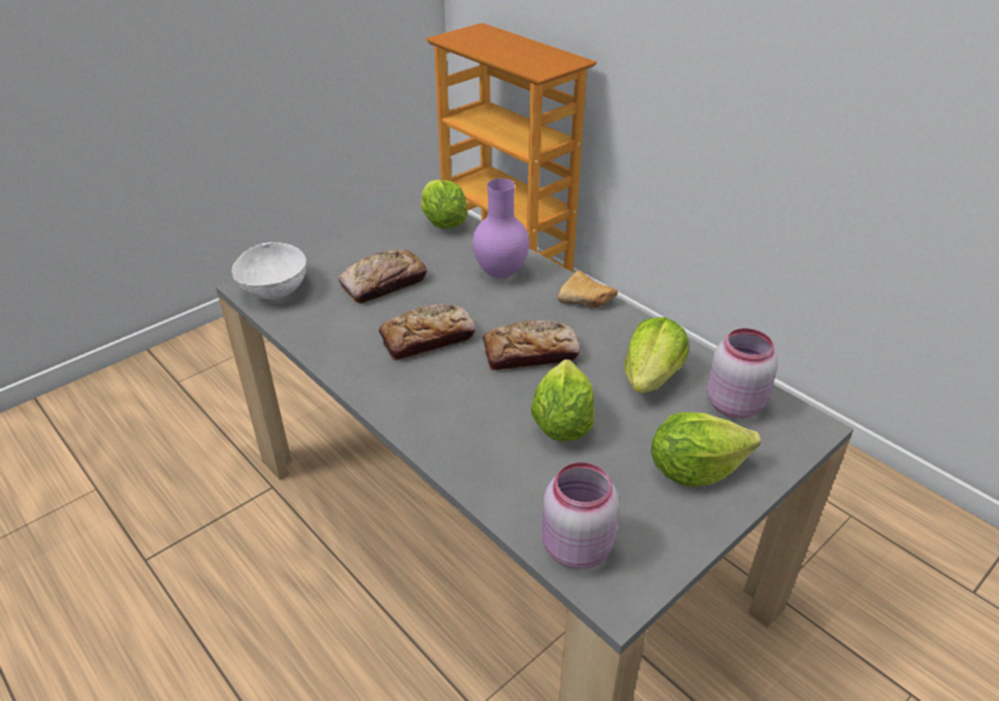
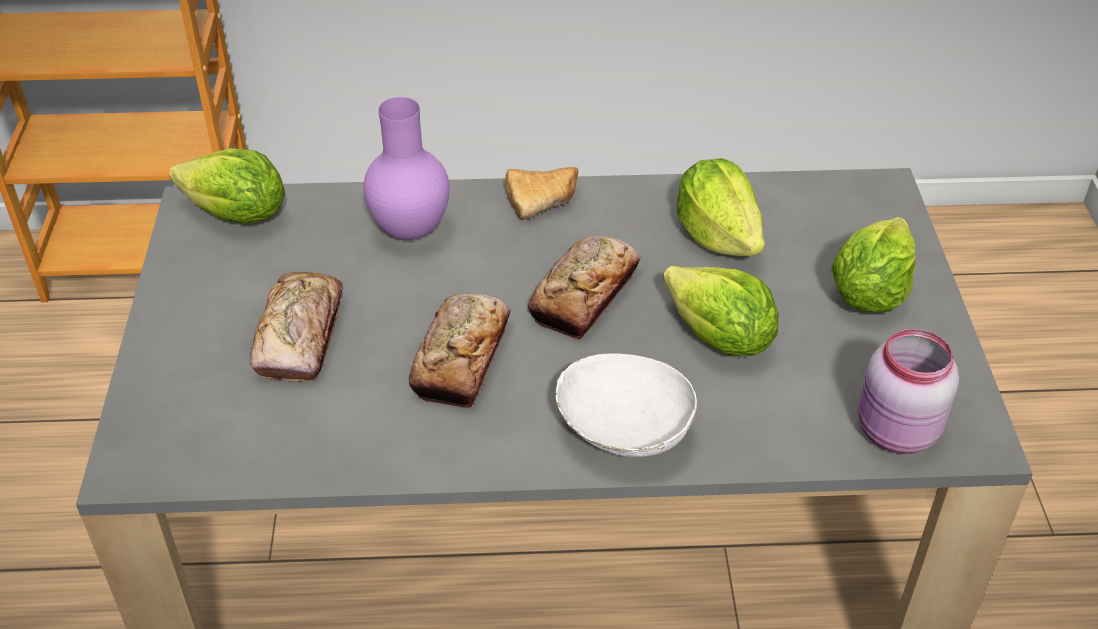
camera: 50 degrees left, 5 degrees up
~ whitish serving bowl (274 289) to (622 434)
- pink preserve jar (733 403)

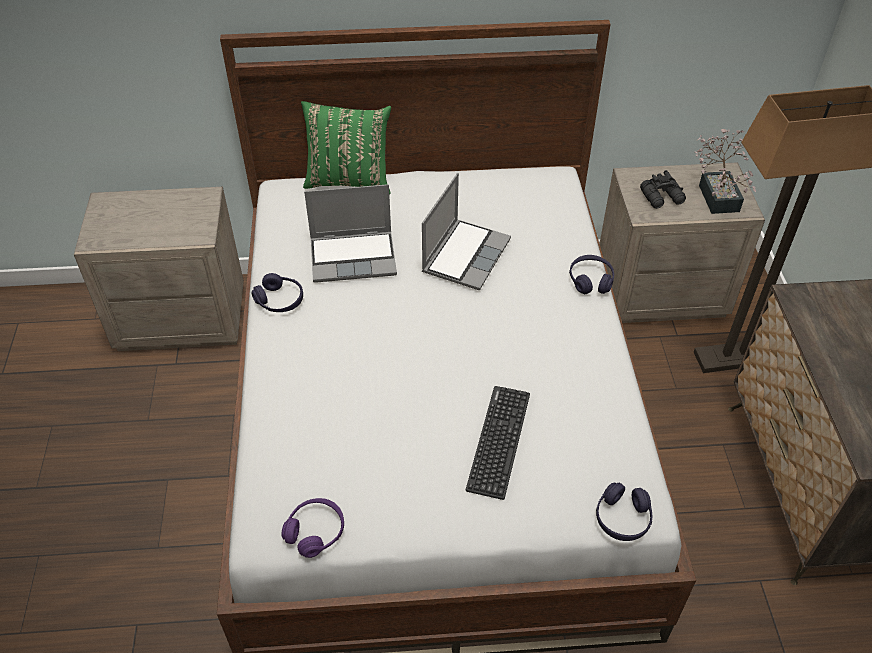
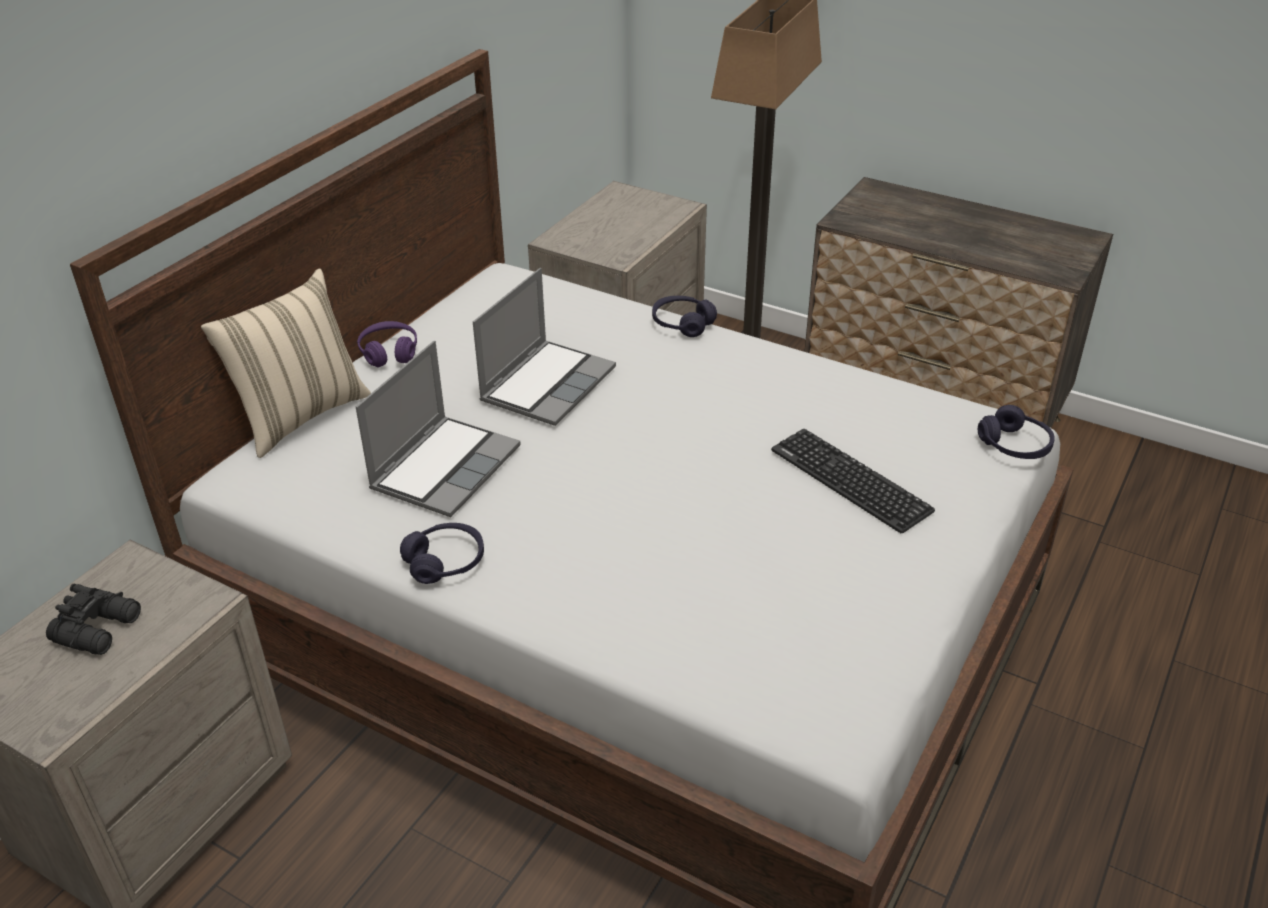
camera: 55 degrees left, 10 degrees down
~ black field glasses (662 197) to (100 628)
~ greenish cushion (349 181) to sand-coloured cushion (300 415)
~ purple-coloured pair of headphones (315 532) to (389 352)
~ notebook computer (465 255) = (547 384) 60 degrees clockwise
- potted plant (717 194)

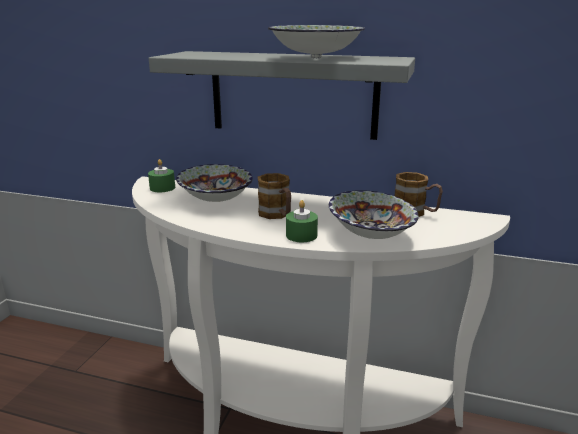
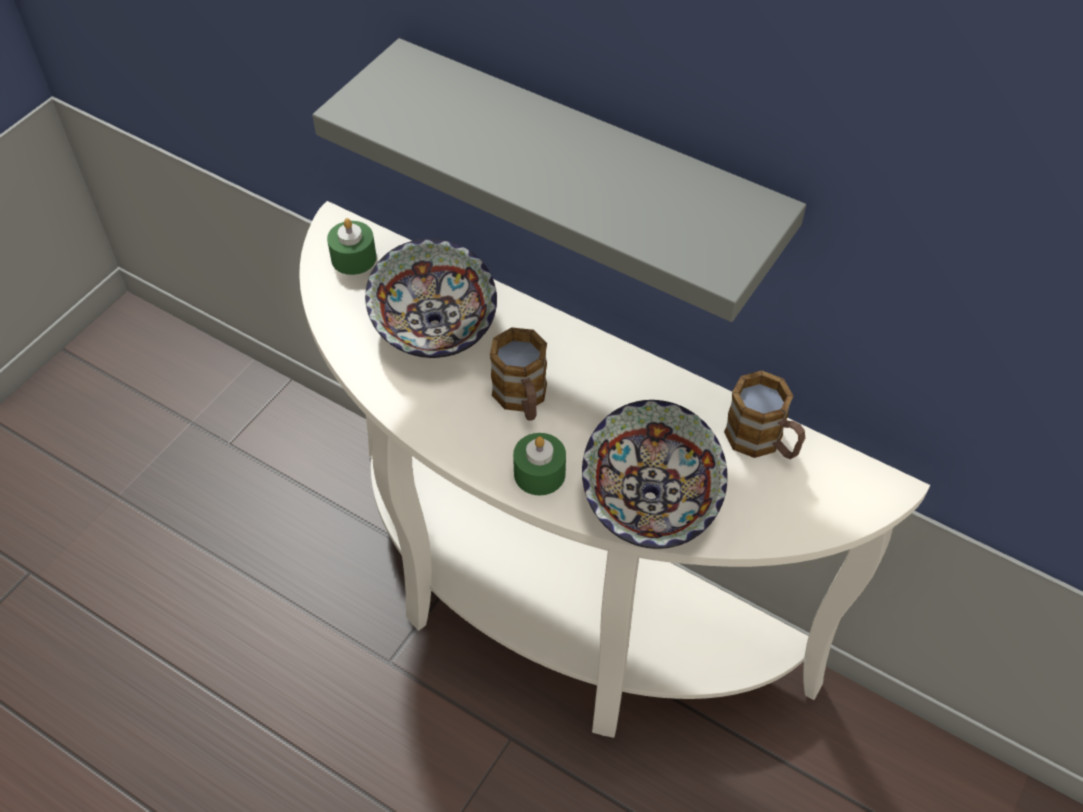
camera: 15 degrees right, 30 degrees up
- serving bowl (315 57)

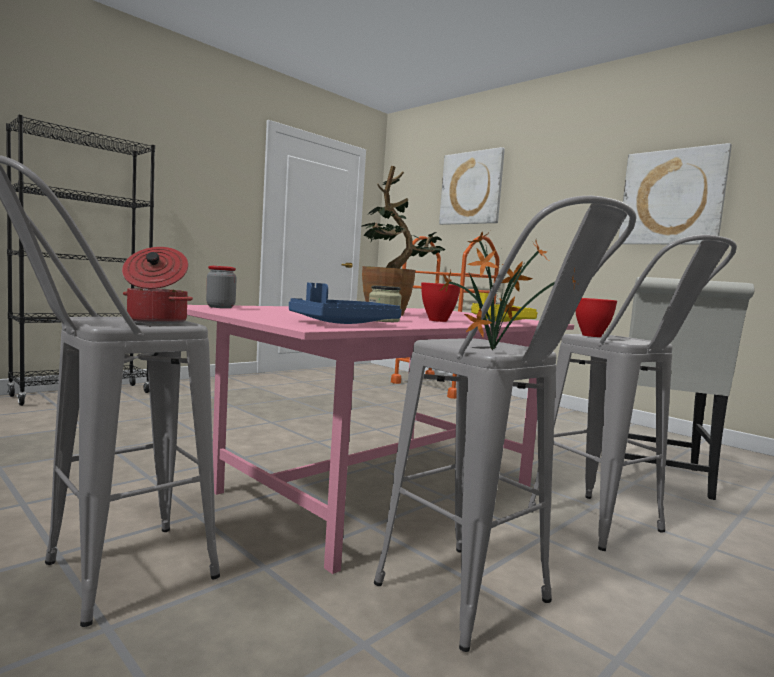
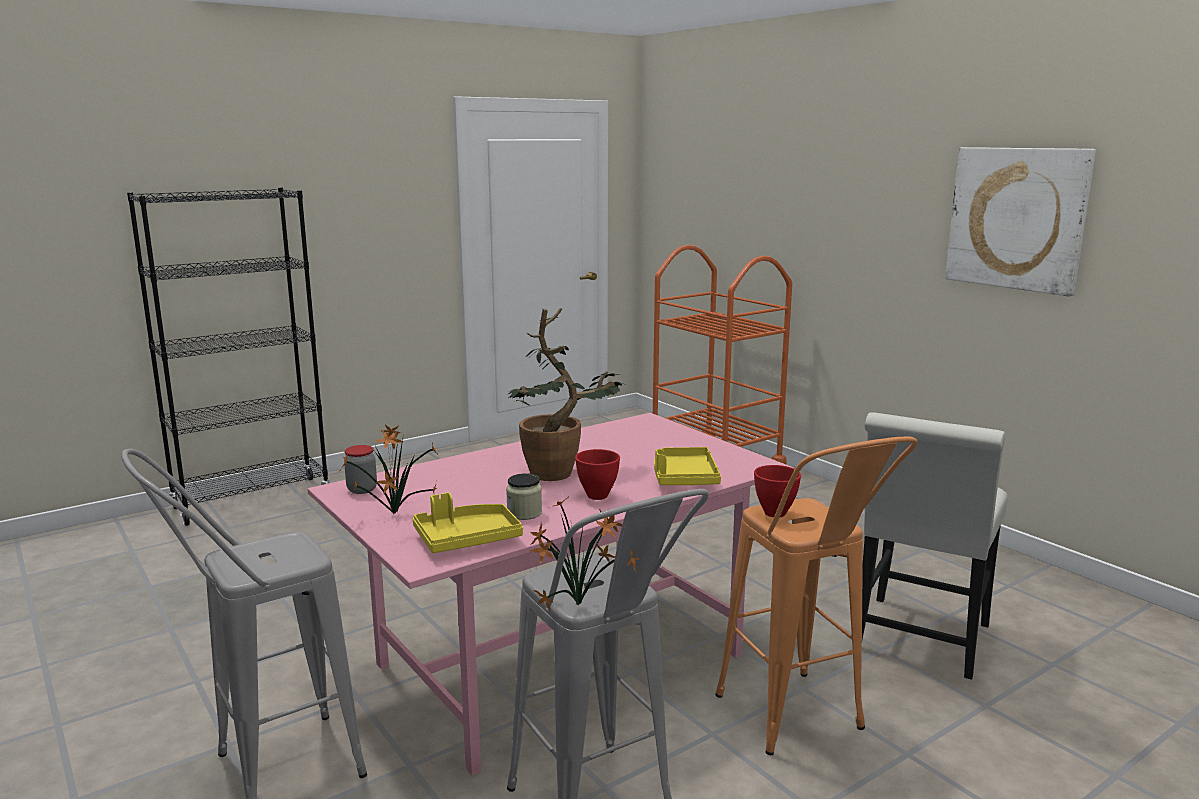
camera: 10 degrees right, 10 degrees up
+ potted plant (391 514)
~ blue serving tray (343 323) to yellow-coloured serving tray (466 539)
~ greyish stool (611 530) to orange-coloured stool (800 725)
- cooking pot (155 321)
- wall art (471 188)

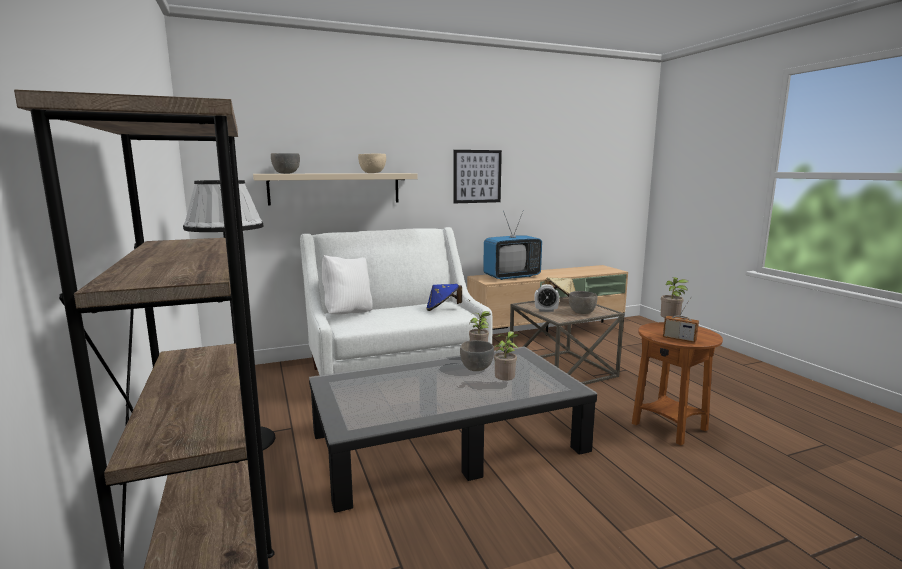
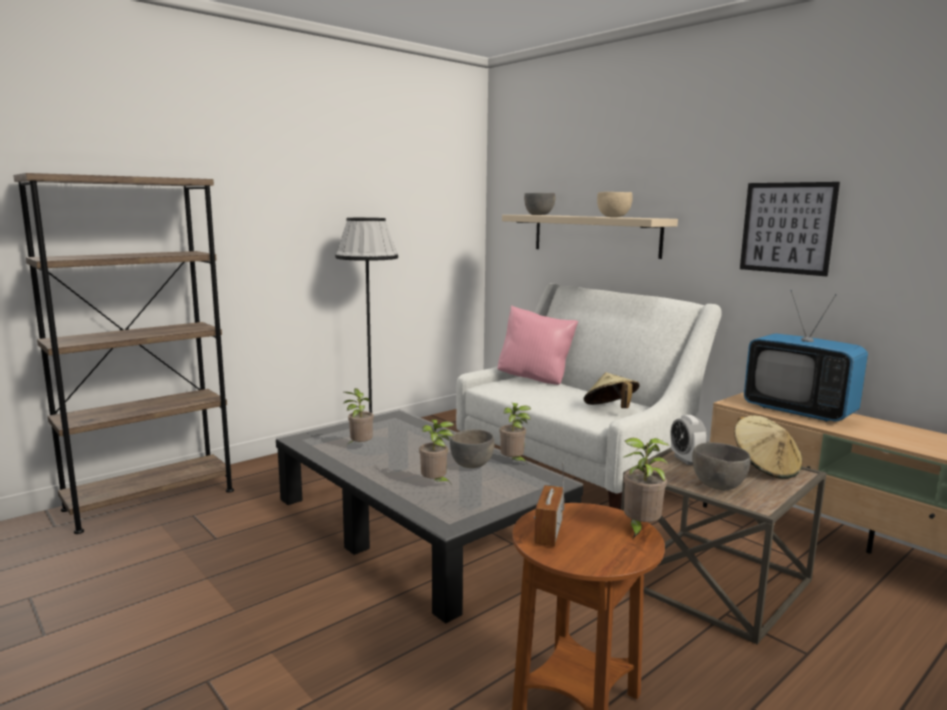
camera: 70 degrees right, 0 degrees up
+ potted plant (360 446)
~ whitish cushion (348 314) to pink cushion (535 380)
~ blue clothing hat (442 309) to sand-coloured clothing hat (610 410)

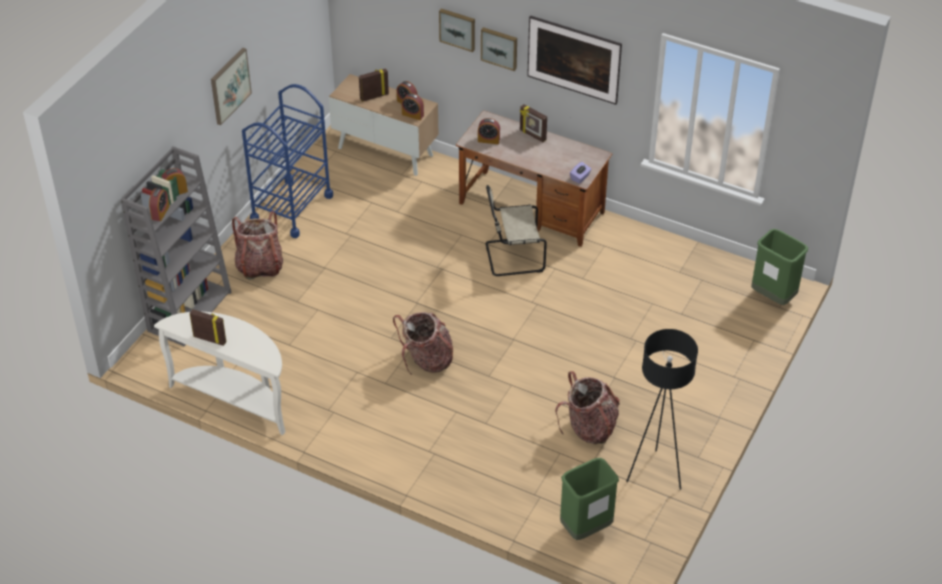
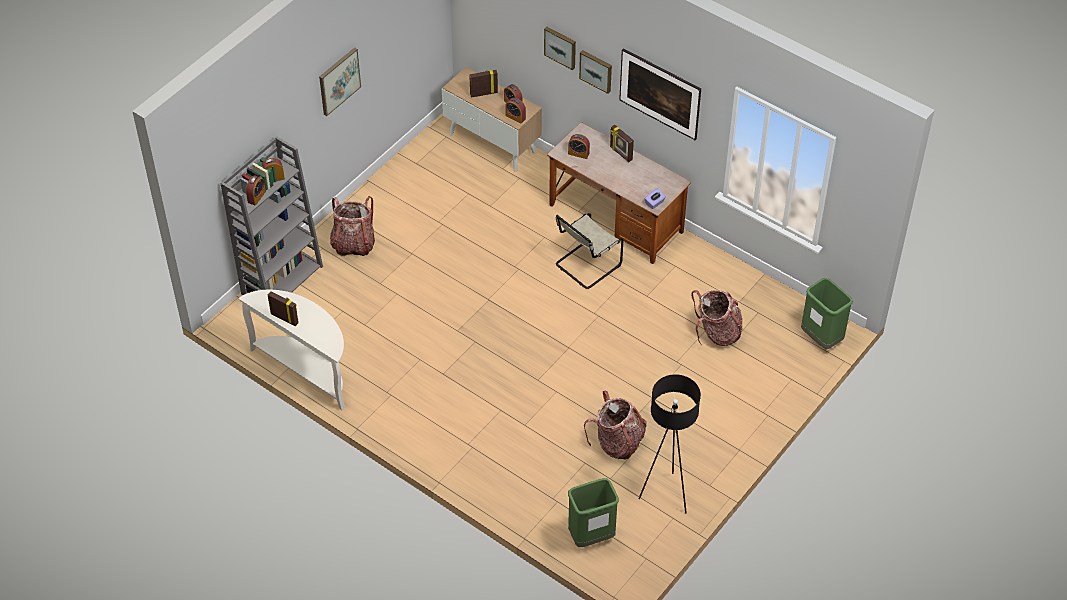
camera: 10 degrees right, 5 degrees up
~ sand-coloured plain chair (512 257) = (586 266) 45 degrees counterclockwise
~ rucksack (427 360) to (717 333)
- blue wheeled cart (291 208)

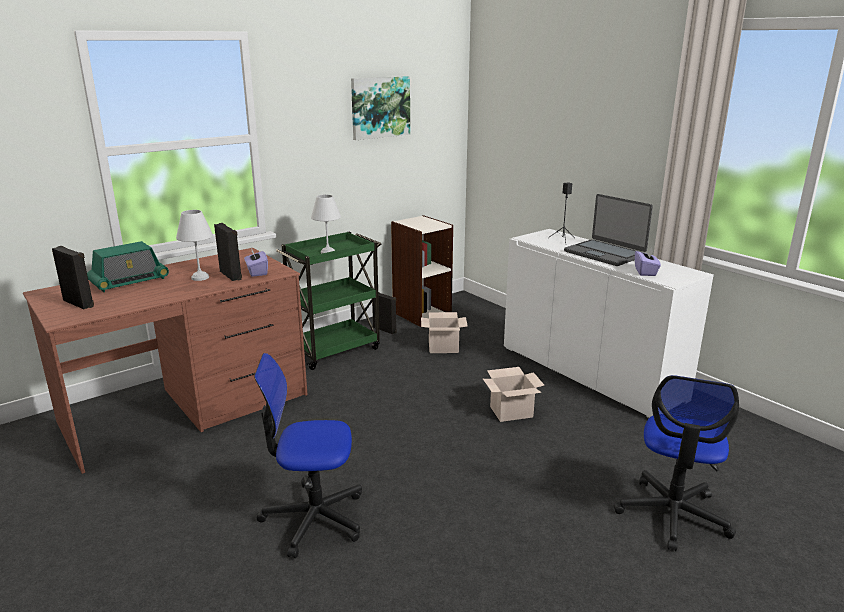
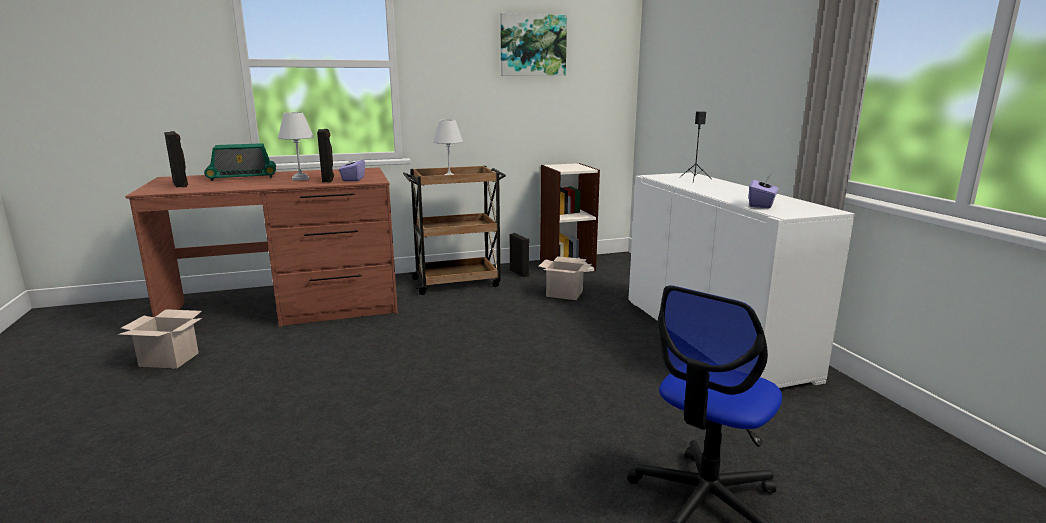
camera: 20 degrees right, 5 degrees down
~ packing box (512 411) to (171 359)
~ greenish wheeled cart (335 349) to brown-coloured wheeled cart (457 282)
- desk chair (313 518)
- notebook computer (605 253)

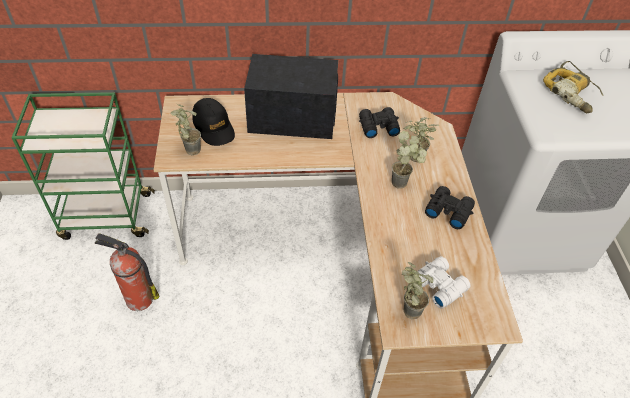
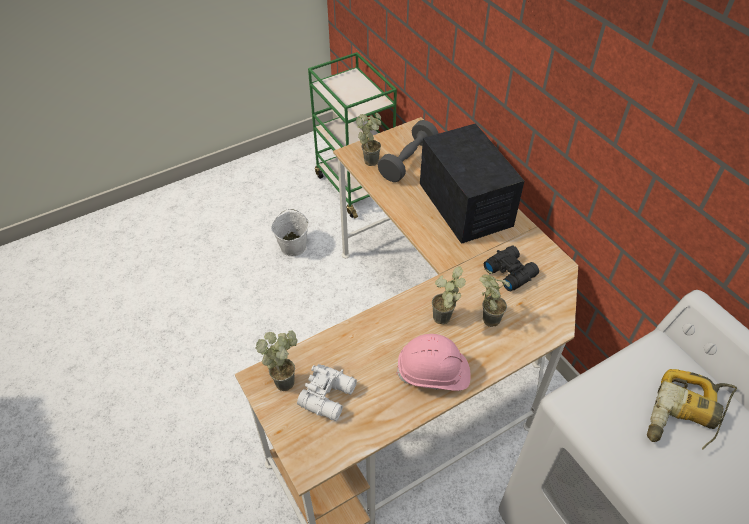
camera: 65 degrees right, 0 degrees up
~ extinguisher (138 299) to whitish water bucket (293 246)
~ black peaked cap (214 127) to greyish dumbbell (408 161)
~ black field glasses (448 210) to pink safety helmet (433 373)

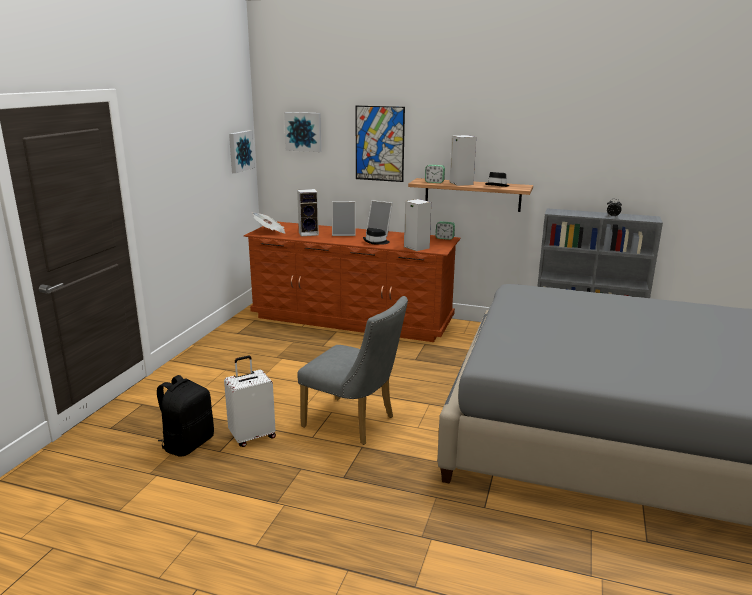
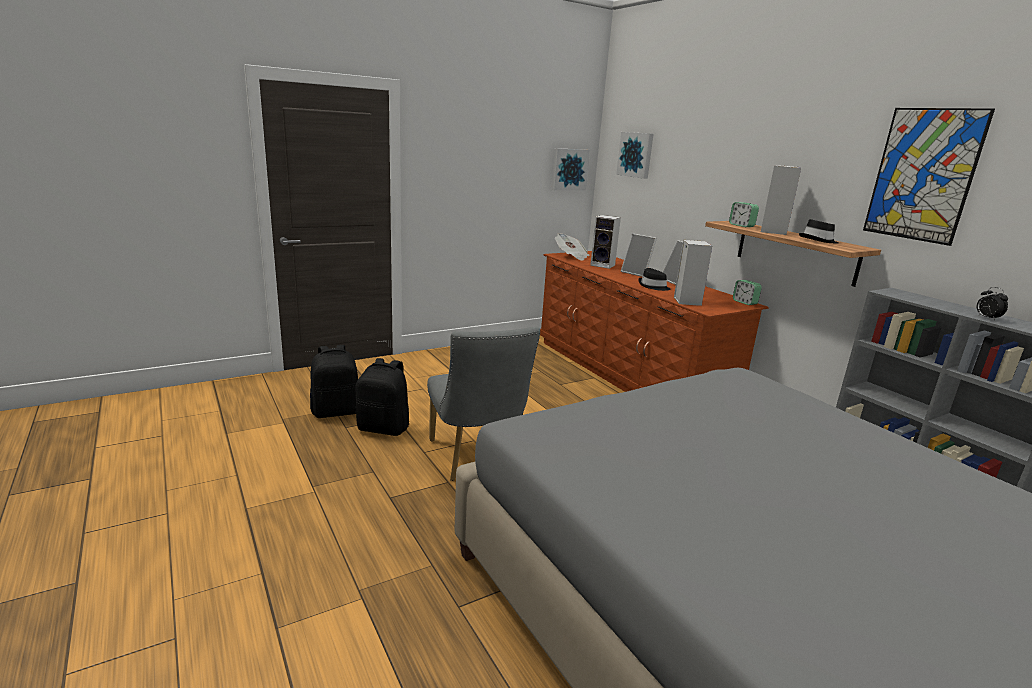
camera: 40 degrees right, 0 degrees up
~ whitish piece of luggage (252 436) to black rucksack (384 428)
~ wall art (379 143) to (923 175)

